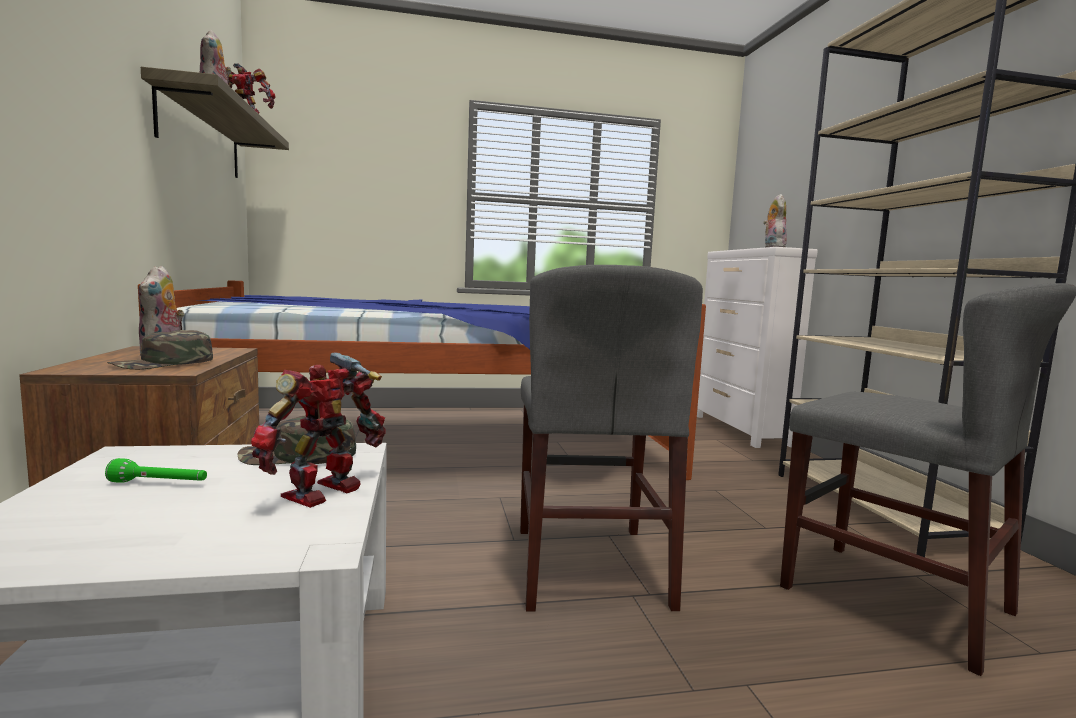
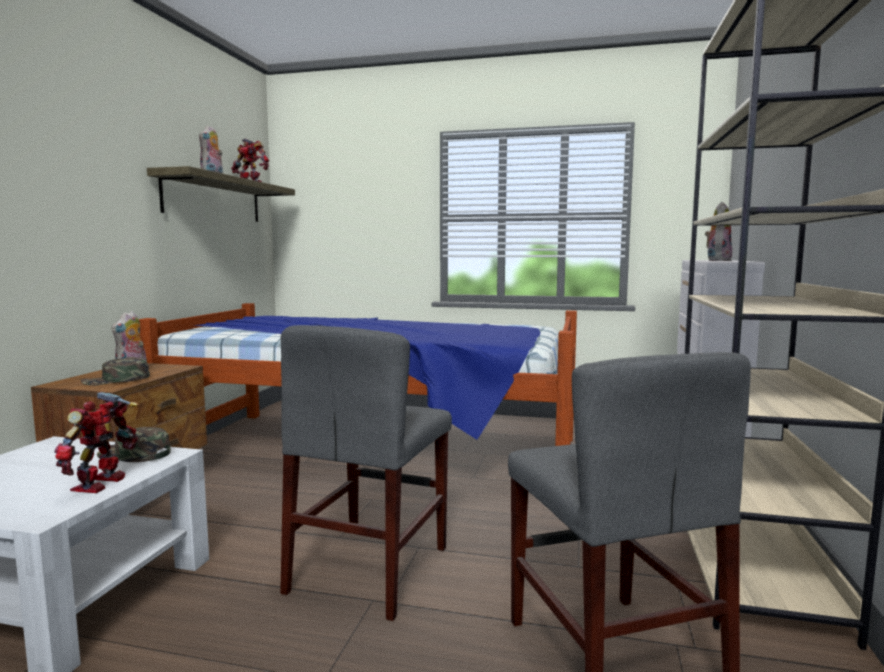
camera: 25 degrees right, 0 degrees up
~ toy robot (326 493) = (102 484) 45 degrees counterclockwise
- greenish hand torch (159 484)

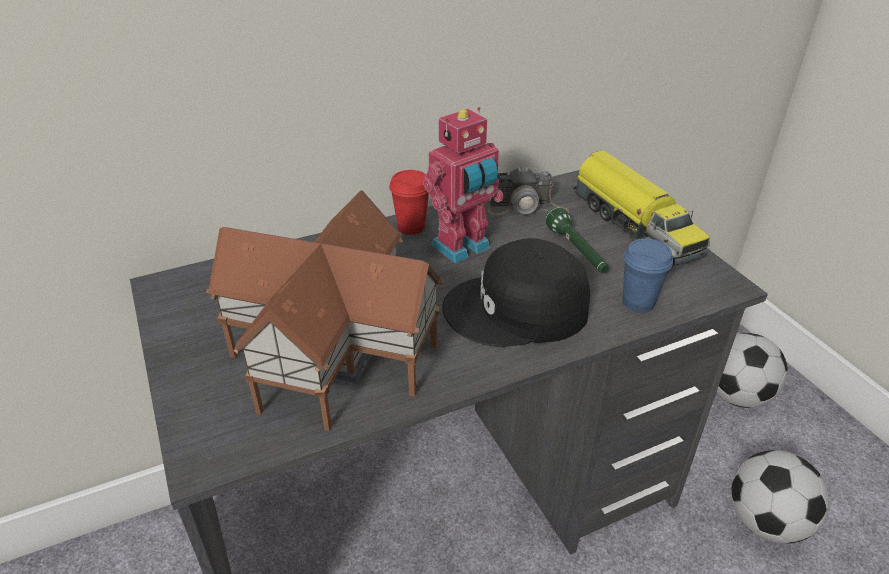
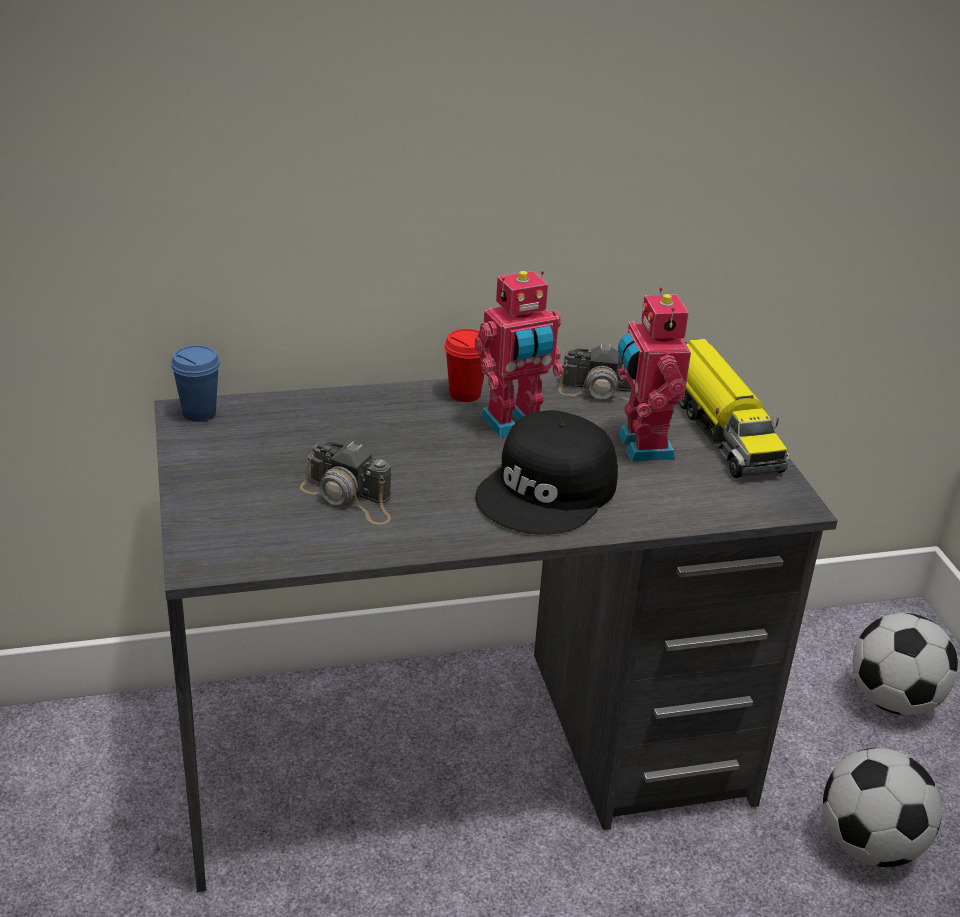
camera: 10 degrees right, 5 degrees down
~ blue small cup (638 303) to (199 413)
~ model house (338 350) to still camera (350 497)
~ black peaked cap (517 310) = (549 491) 60 degrees counterclockwise
~ greenish hand torch (577 252) to toy robot (641 446)

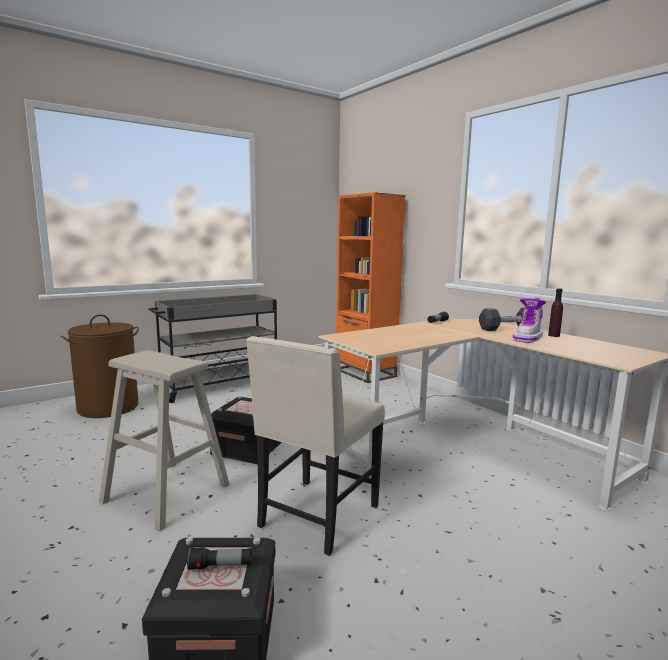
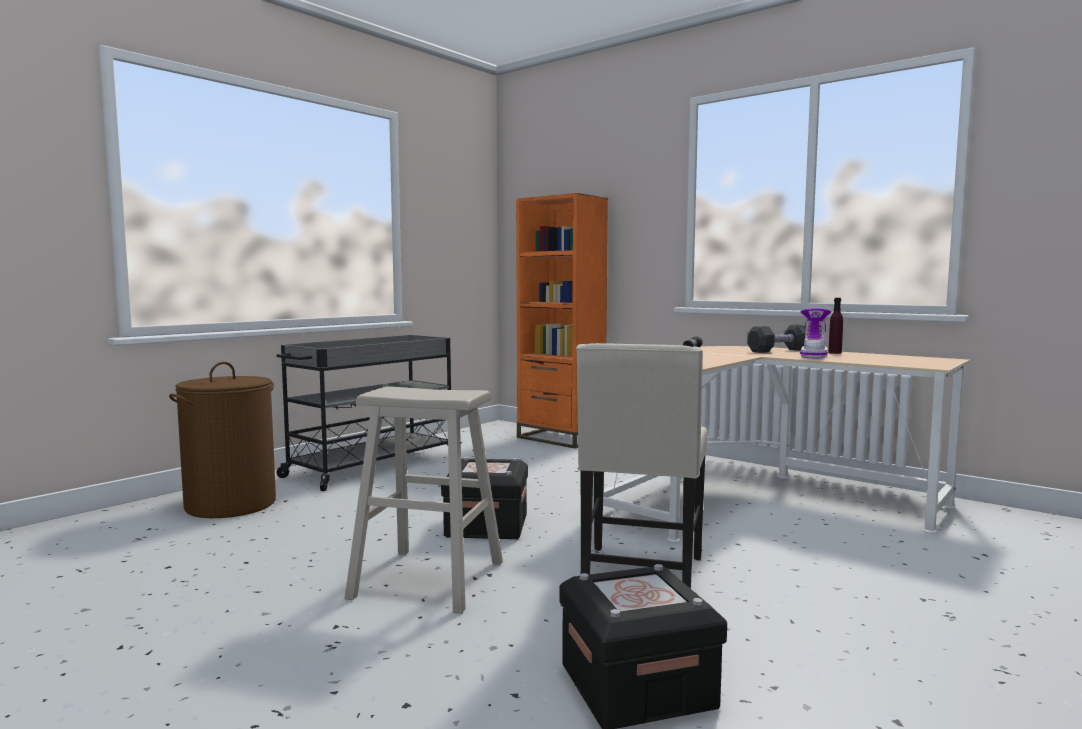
camera: 15 degrees left, 5 degrees down
- hand torch (220 566)

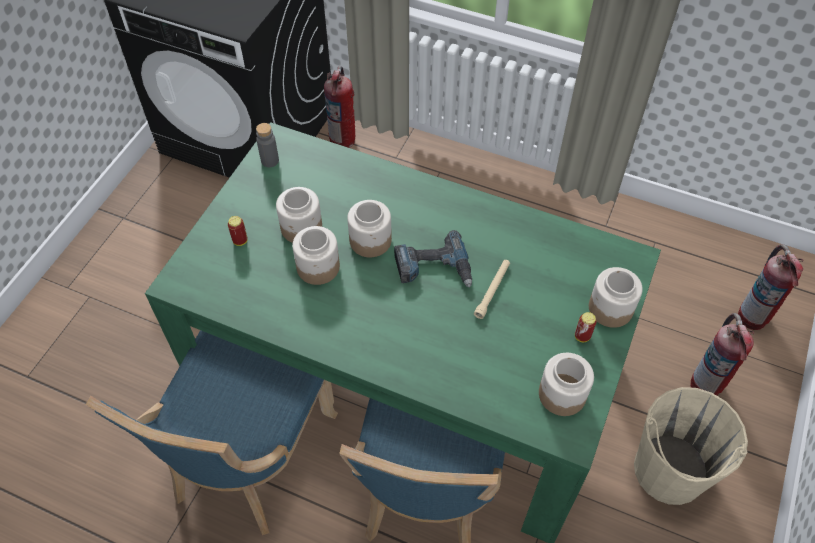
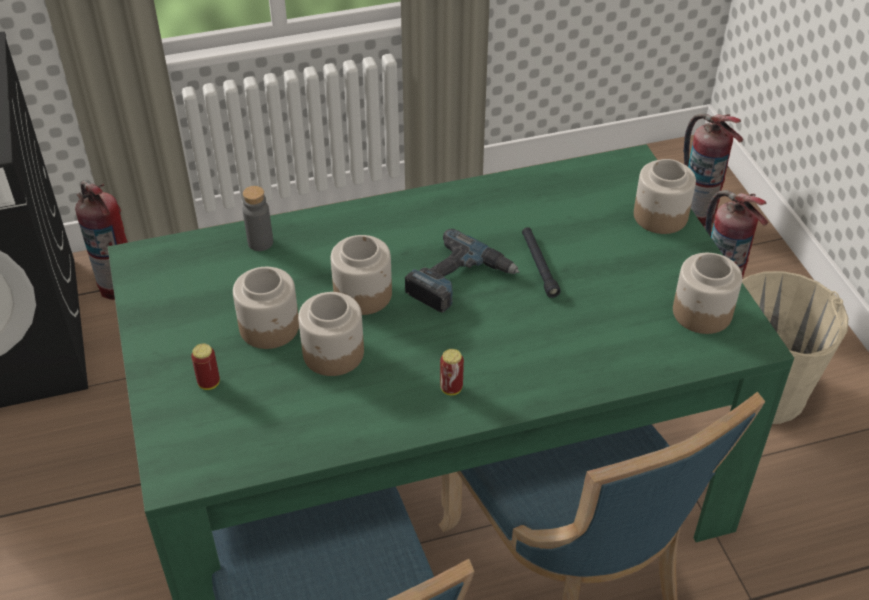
camera: 40 degrees left, 10 degrees down
~ greyish bottle (270 160) to (260 242)
~ metal can (582 336) to (451 388)
~ sand-coloured hand torch (492 290) to black hand torch (539 265)

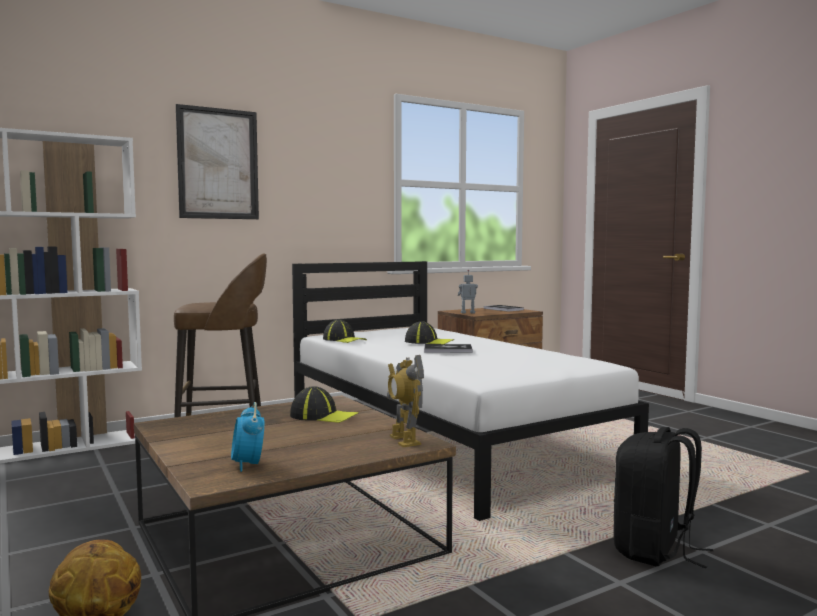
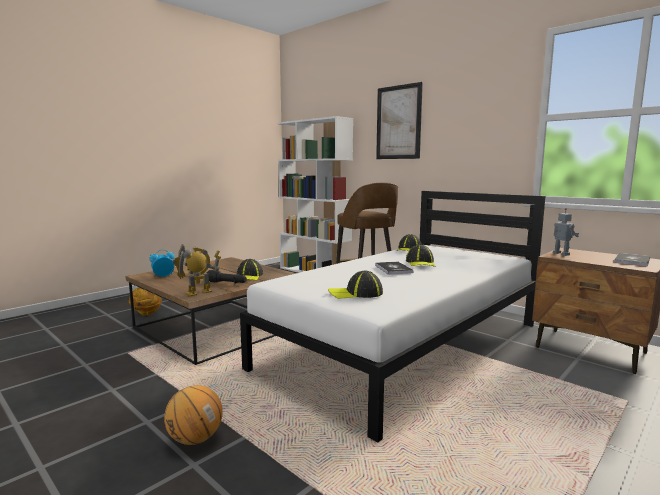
camera: 75 degrees right, 5 degrees up
~ black rucksack (655 550) to basketball (195 439)
+ black hand torch (227 283)
+ peaked cap (356 293)

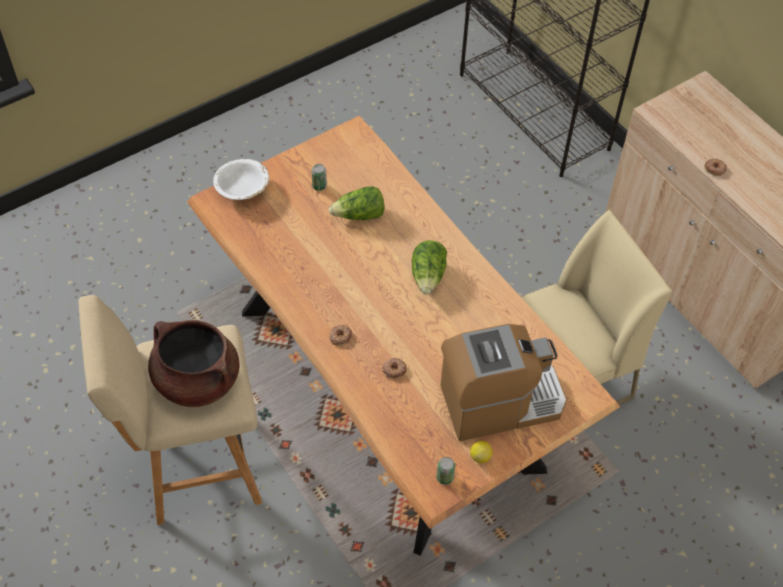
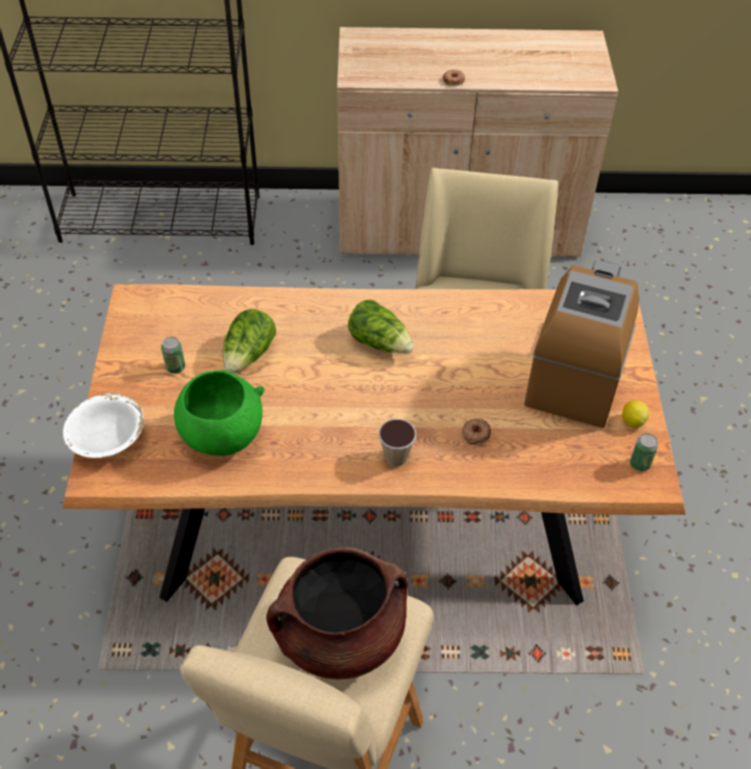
camera: 55 degrees left, 5 degrees down
+ greenish serving bowl (222 436)
~ ring doughnut (340 336) to small cup (396 457)

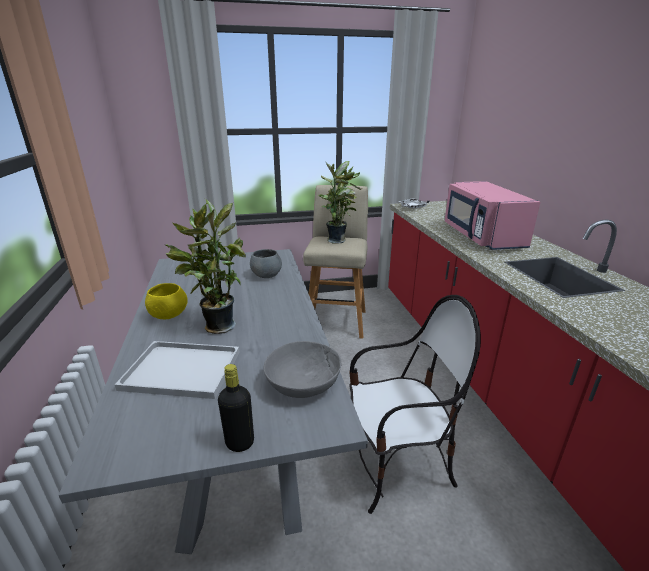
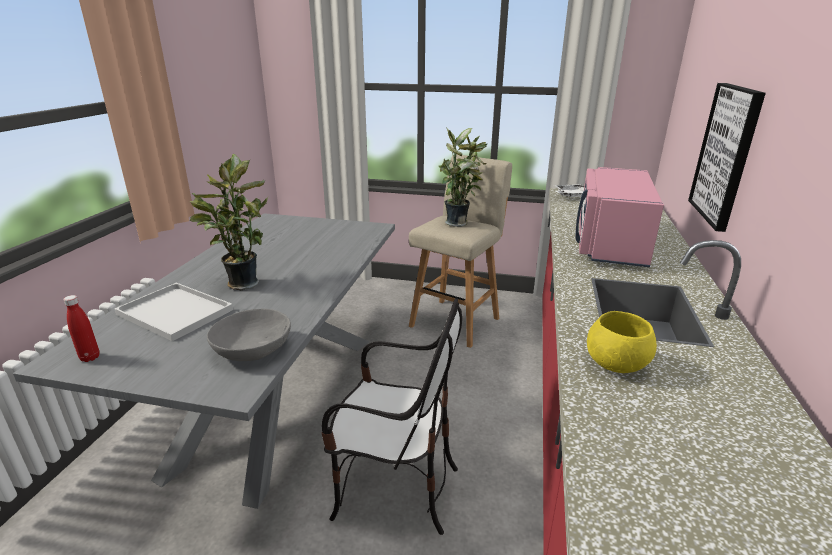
camera: 25 degrees right, 0 degrees up
+ red bottle (90 357)
~ yellow-coloured serving bowl (168 315) to (615 364)
+ wall art (726 154)
- black bottle (240 443)
- greyish serving bowl (267 275)

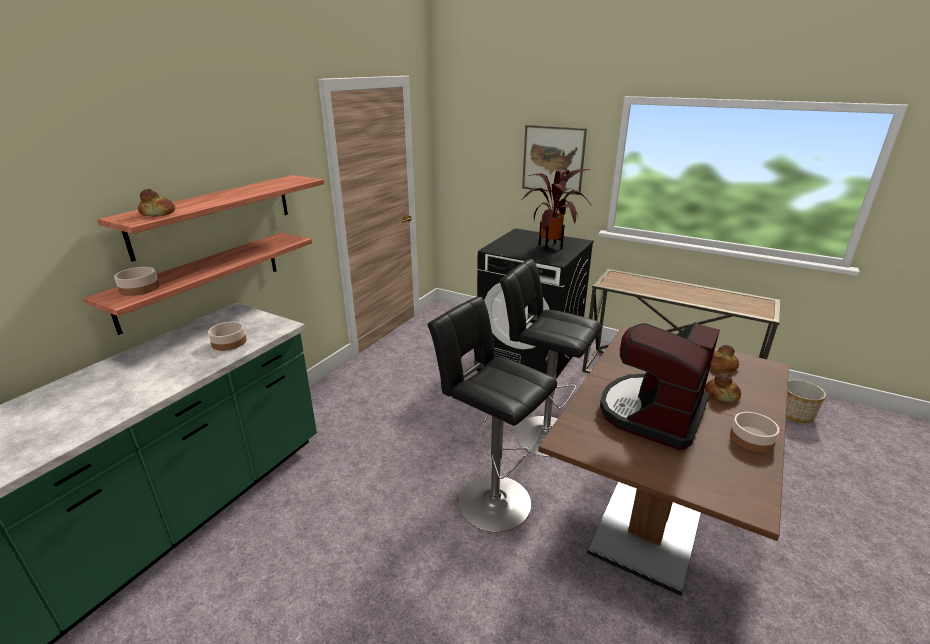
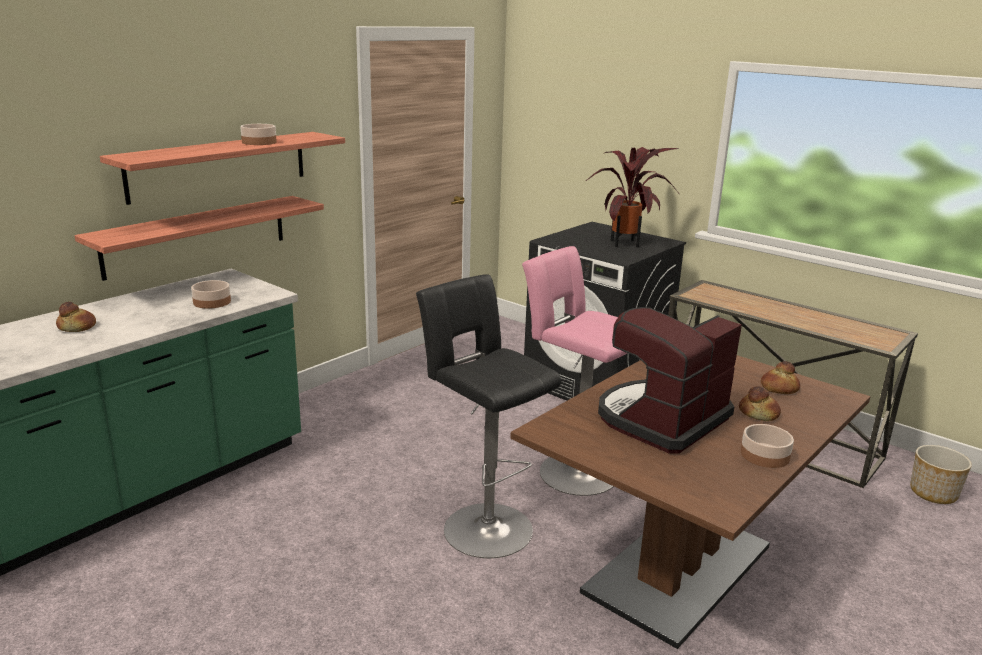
camera: 10 degrees right, 5 degrees down
~ bakery bread (158 213) to (77 327)
~ serving bowl (139 289) to (258 142)
~ black stool (541 434) to pink stool (573 471)
- wall art (553 159)

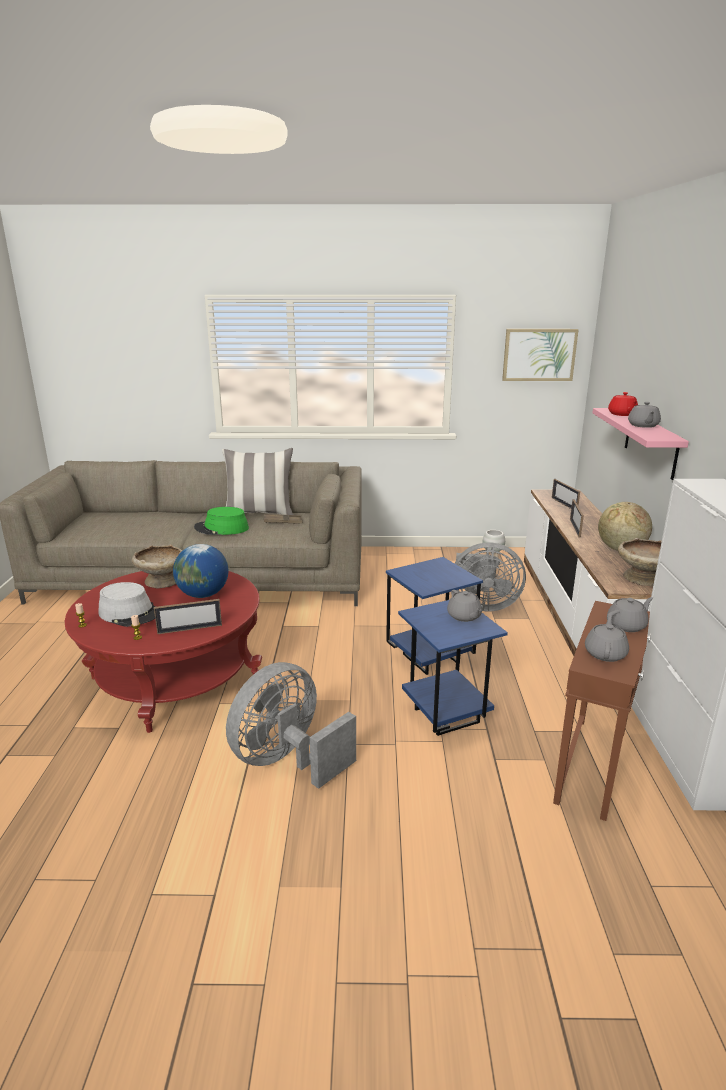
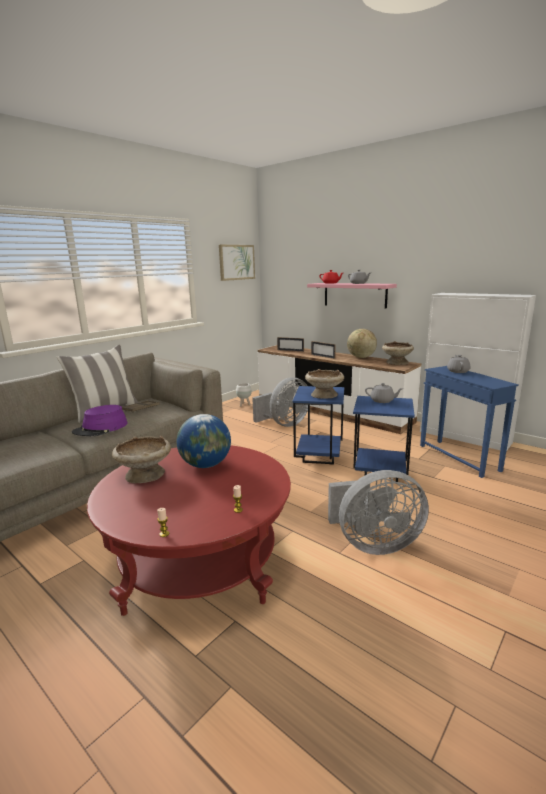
camera: 50 degrees left, 5 degrees down
~ greenish clothing hat (221 528) to purple-coloured clothing hat (101 428)
+ sand-coloured serving bowl (324 395)
~ greyish fan (288 760) = (373 544) 90 degrees counterclockwise
~ brown-coloured accent table (592 765) to blue accent table (458 457)
- greyish clothing hat (130 613)
- standing frame (190 629)
- greyish teapot (605 653)

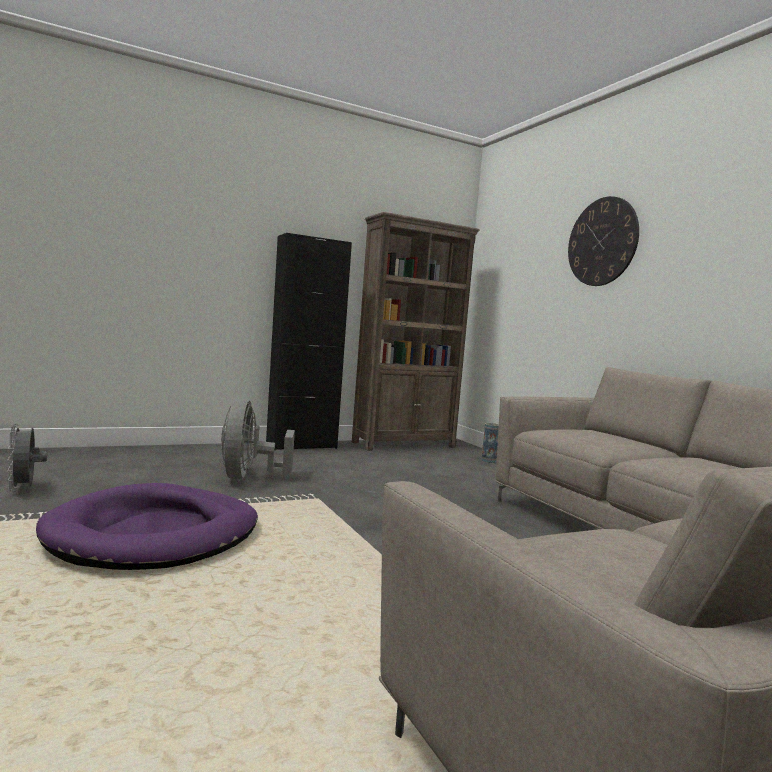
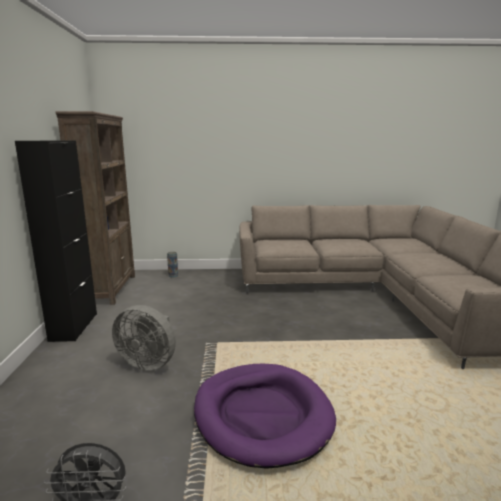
camera: 65 degrees left, 10 degrees up
- hanging clock (602 242)

